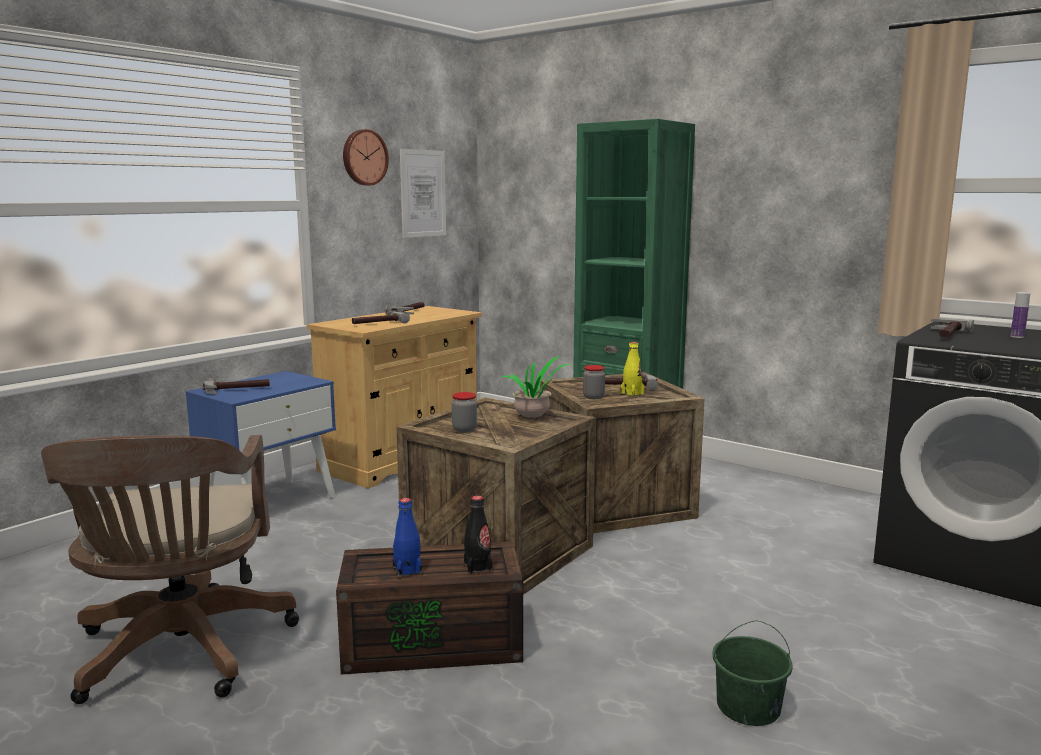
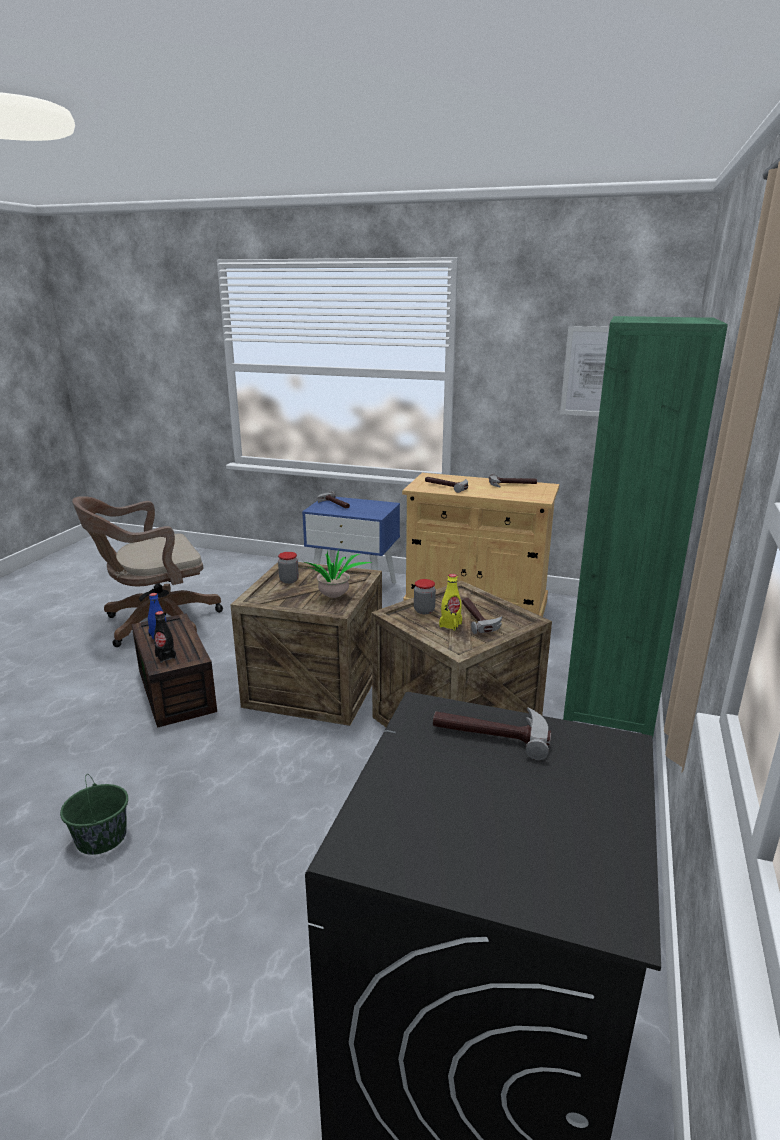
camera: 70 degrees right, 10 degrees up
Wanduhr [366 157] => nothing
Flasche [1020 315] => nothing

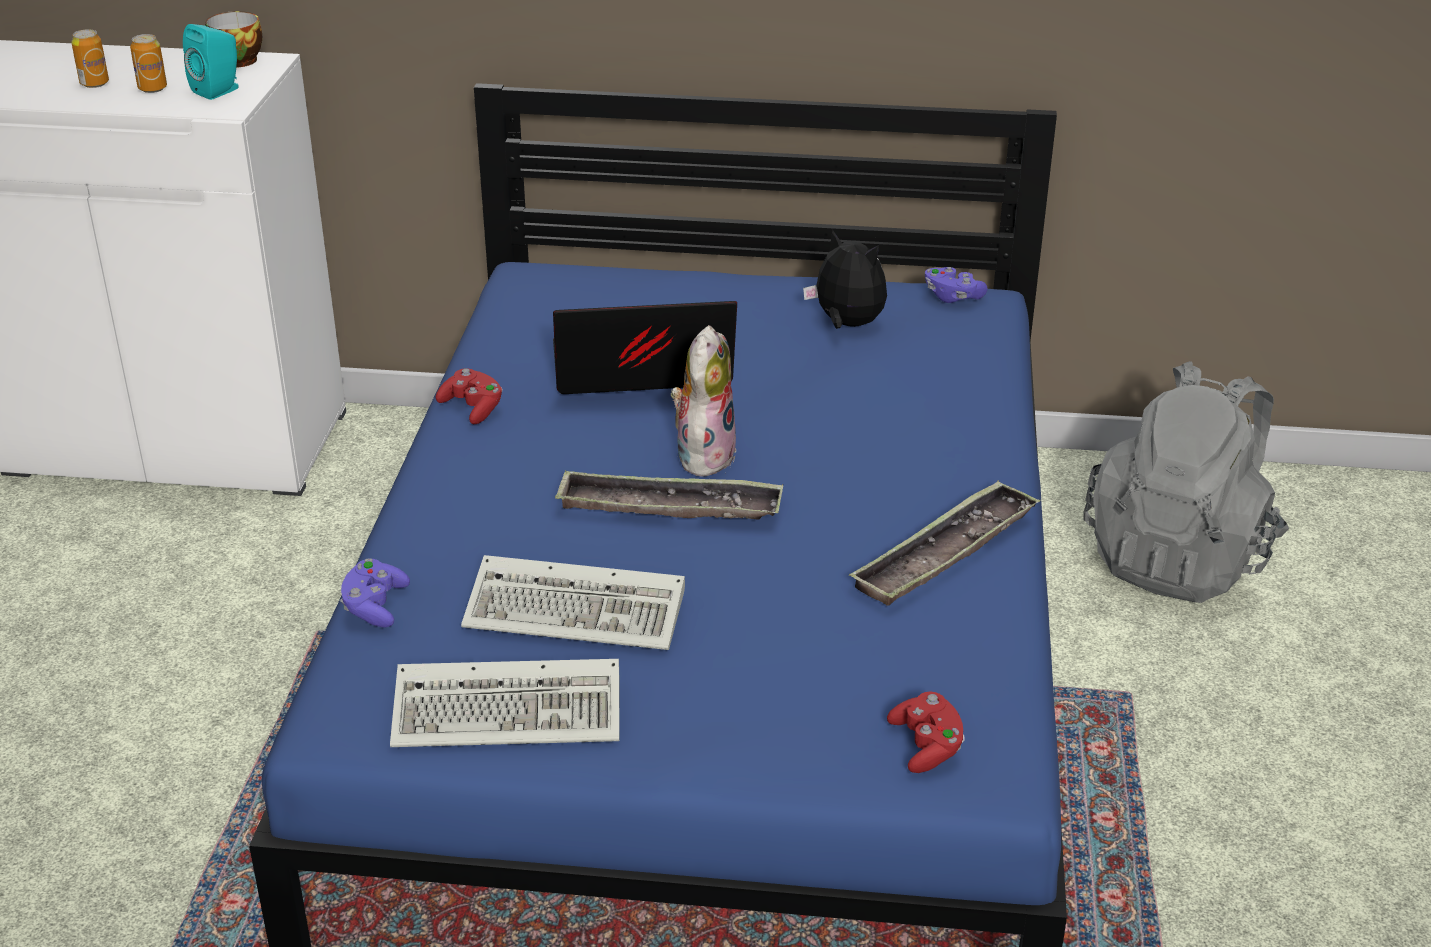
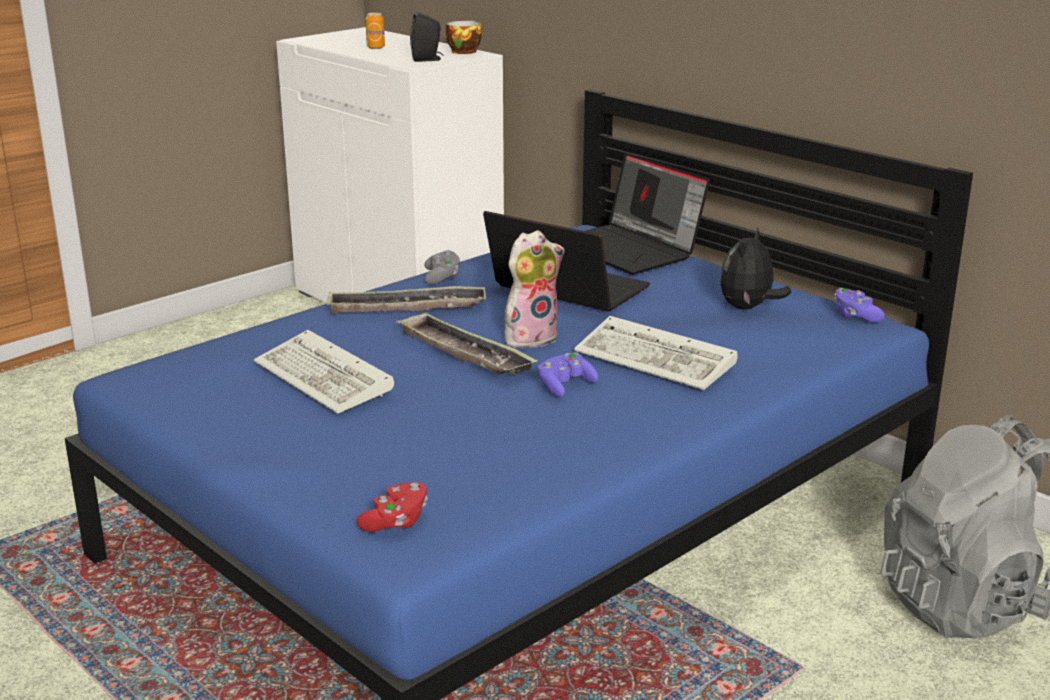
camera: 40 degrees right, 10 degrees down
Lautsprecher (türkis) [211 62] => Lautsprecher (schwarz) [427 37]
Dose [148 63] => nothing
Plüschtier [845 279] => Plüschtier [755 268], 135 degrees counterclockwise
Gamepad (rot) [469 396] => Gamepad (grau) [442 267]
Tablett [944 542] => Tablett [406 300], shifted
Gamepad (lila) [375 592] => Gamepad (lila) [568 374], shifted
Tastatur [504 703] => Tastatur [656 353], shifted
nothing => Laptop [648 214]

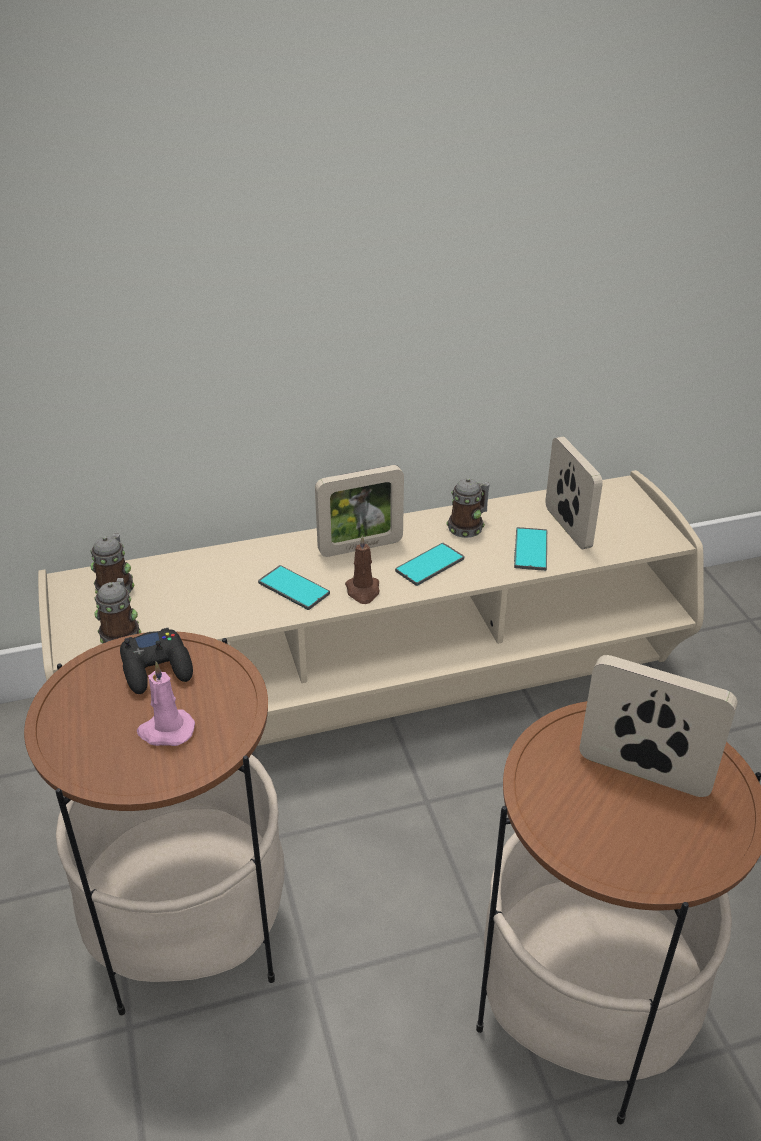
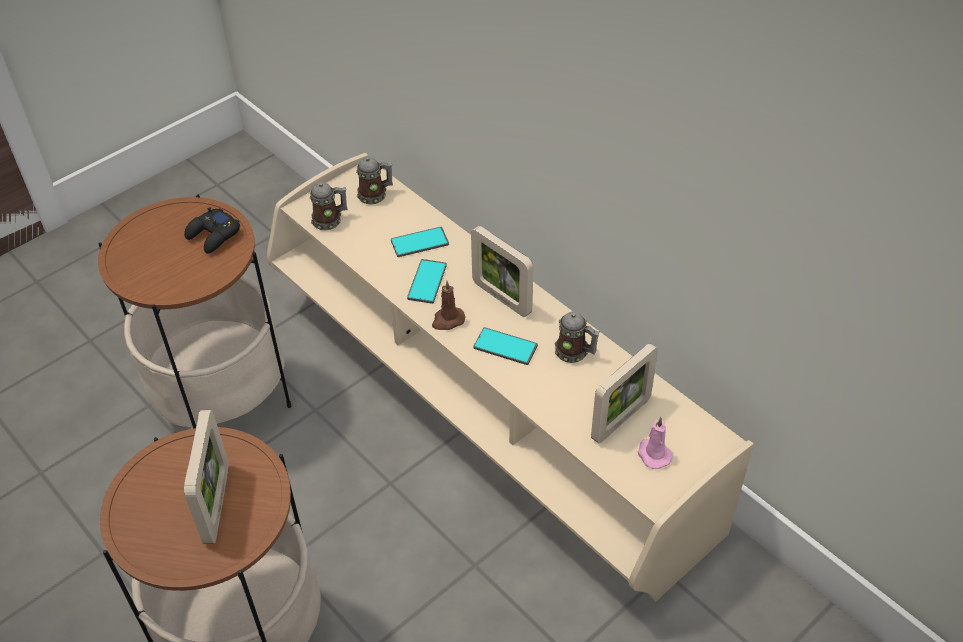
camera: 65 degrees right, 10 degrees up
Handy [530 549] => Handy [420 242], shifted
Kerze (rosa) [166 704] => Kerze (rosa) [655 443], shifted

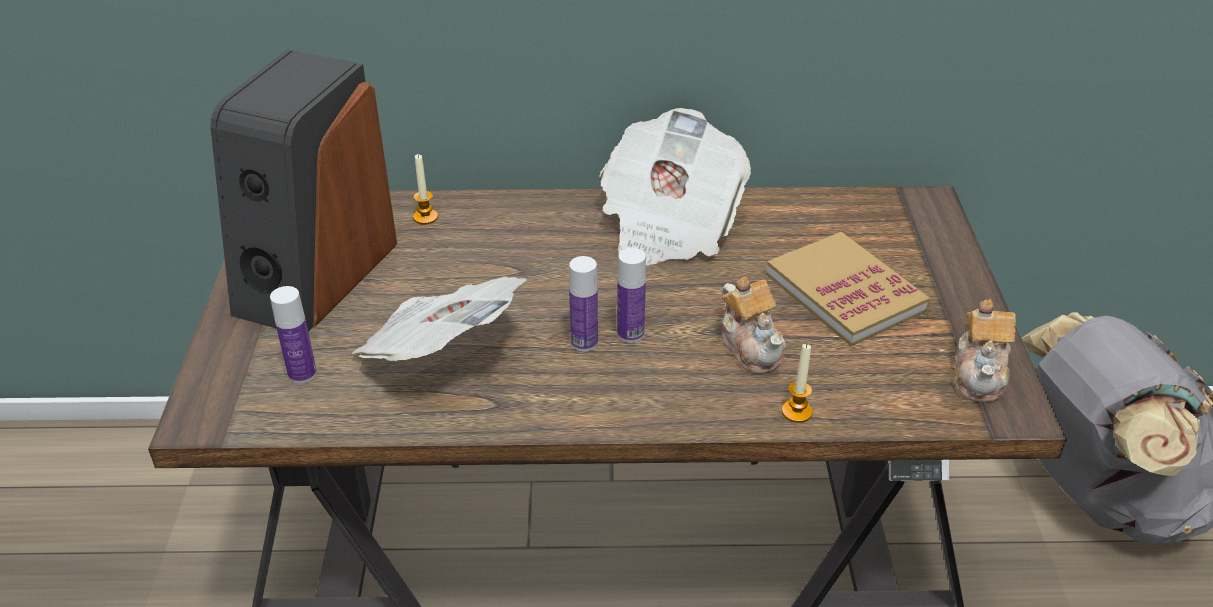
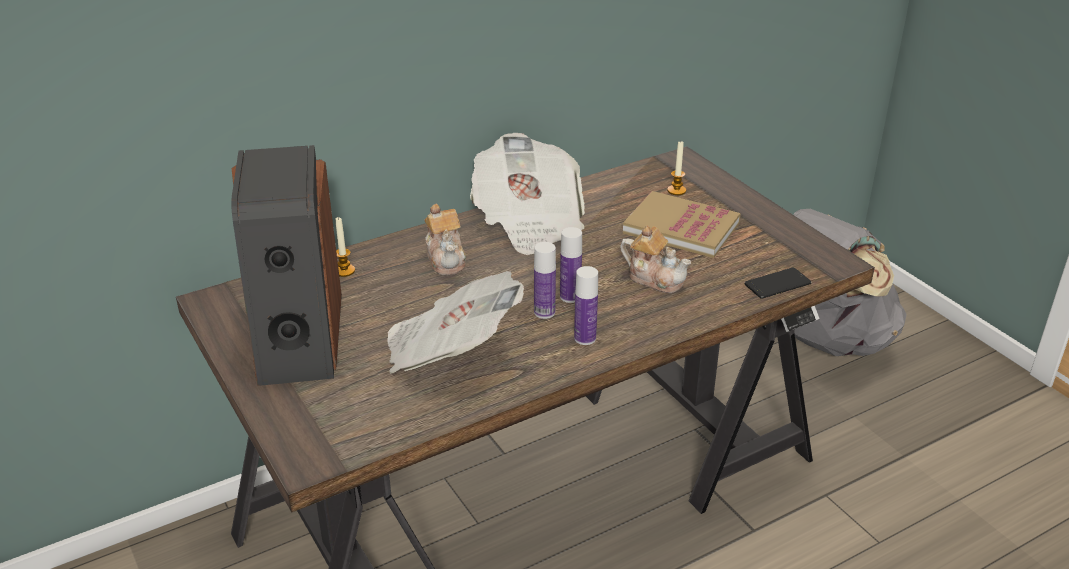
camera: 30 degrees left, 5 degrees down
Flasche [293 334] => Flasche [586 305], shifted
Teekanne [985 351] => Teekanne [445 239], shifted
Kerze [797 383] => Kerze [676 168], shifted
nothing => Handy [778 283]

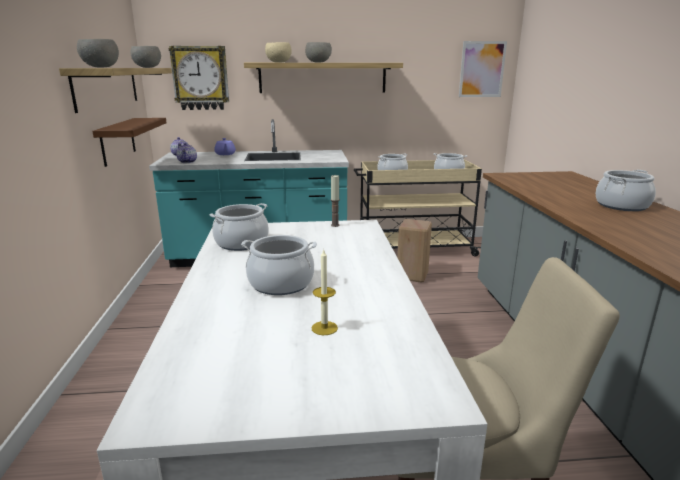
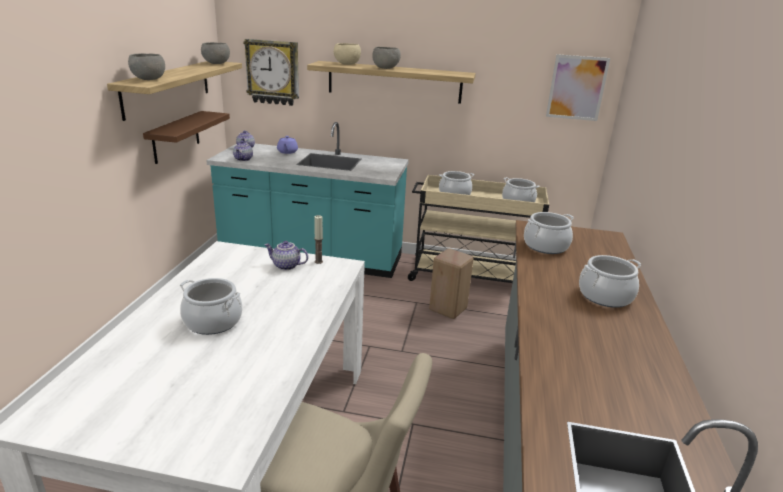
camera: 15 degrees right, 5 degrees up
Kochtopf [239 227] => Kochtopf [549 233], shifted
Kerze [325 291] => nothing
nothing => Teekanne [286 255]

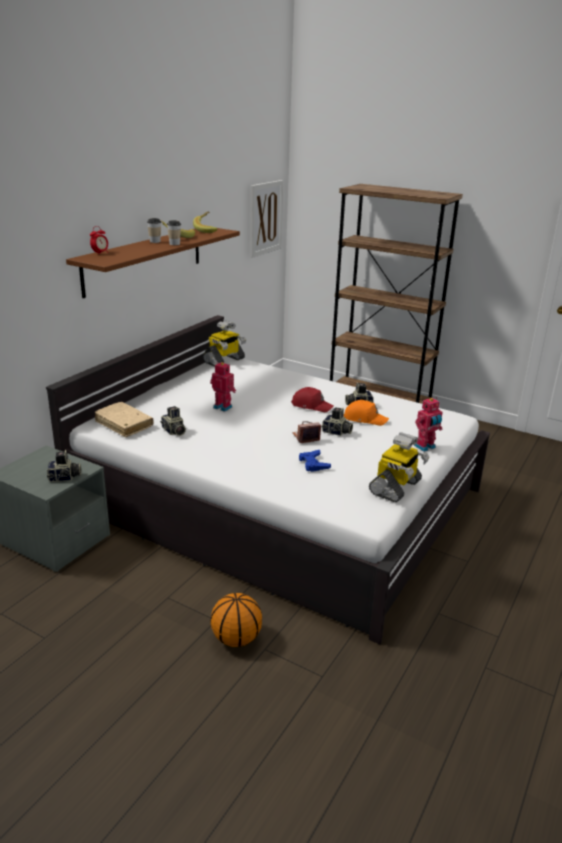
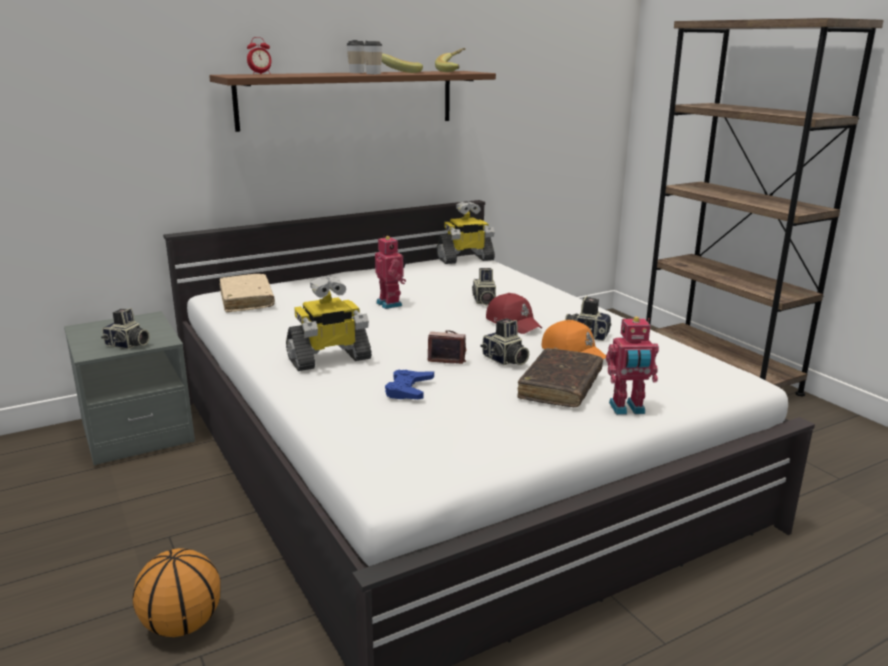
camera: 30 degrees right, 5 degrees down
Bild [266 219] => nothing
Kamera [173 421] => Kamera [484 287], shifted
Spielzeugroboter [399 467] => Spielzeugroboter [329 323], shifted
nothing => Buch (braun) [560 377]

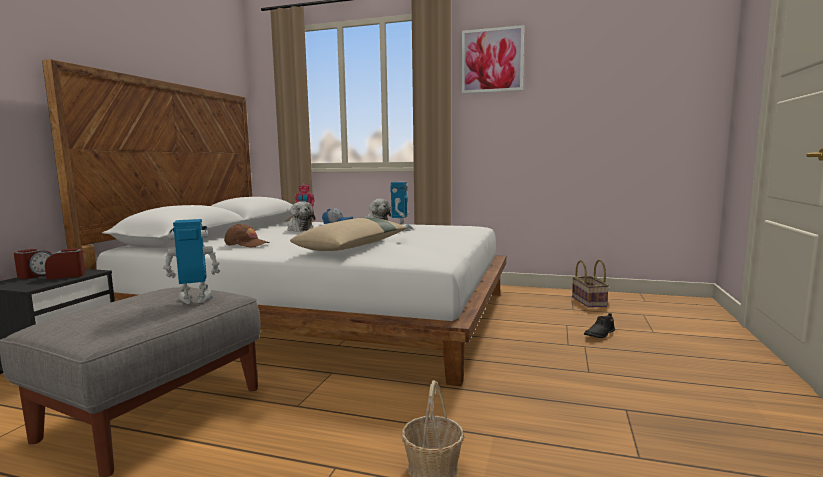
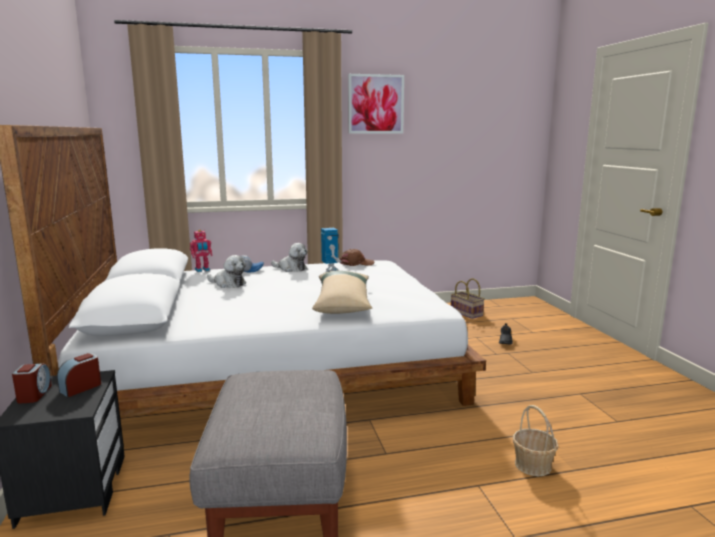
camera: 30 degrees left, 5 degrees up
Spielzeugroboter [191 261] => nothing
Kappe (braun) [247 235] => Kappe (braun) [357 257], shifted

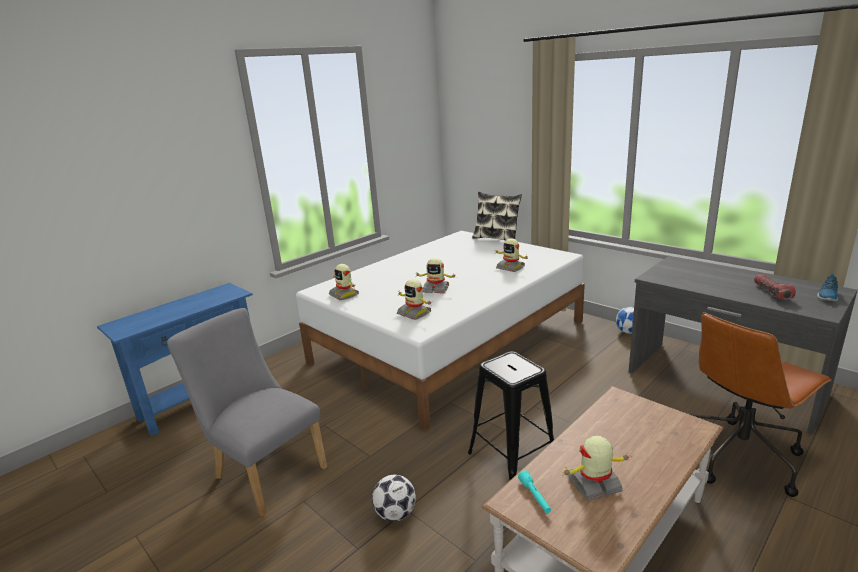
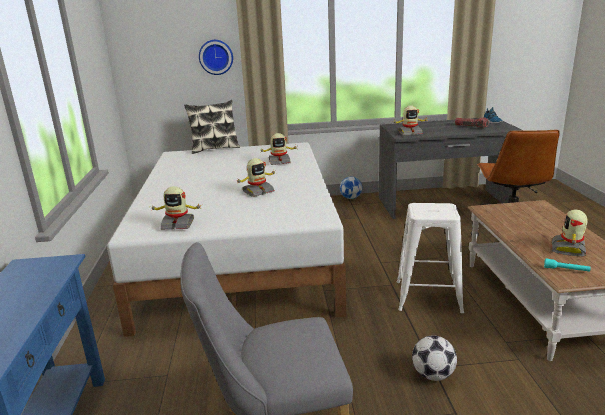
camera: 50 degrees left, 0 degrees up
Spielzeugroboter [415 299] => Spielzeugroboter [410 121], shifted
Hocker (schwarz) [511 416] => Hocker (weiß) [430 258]
nothing => Wanduhr [216 57]

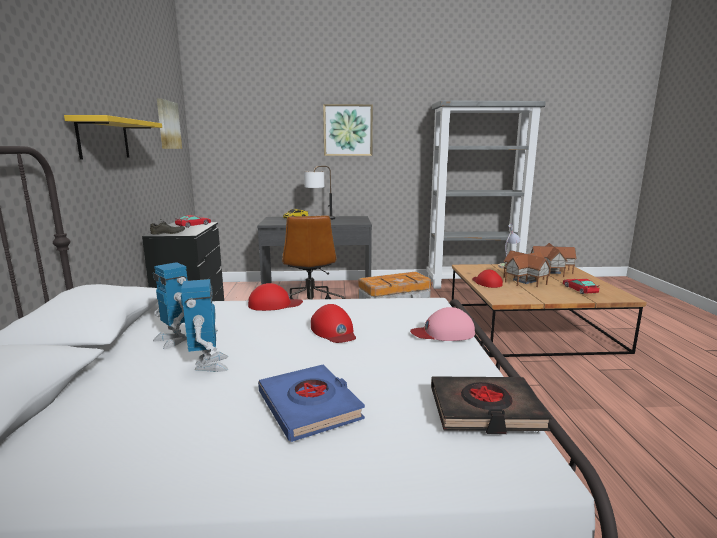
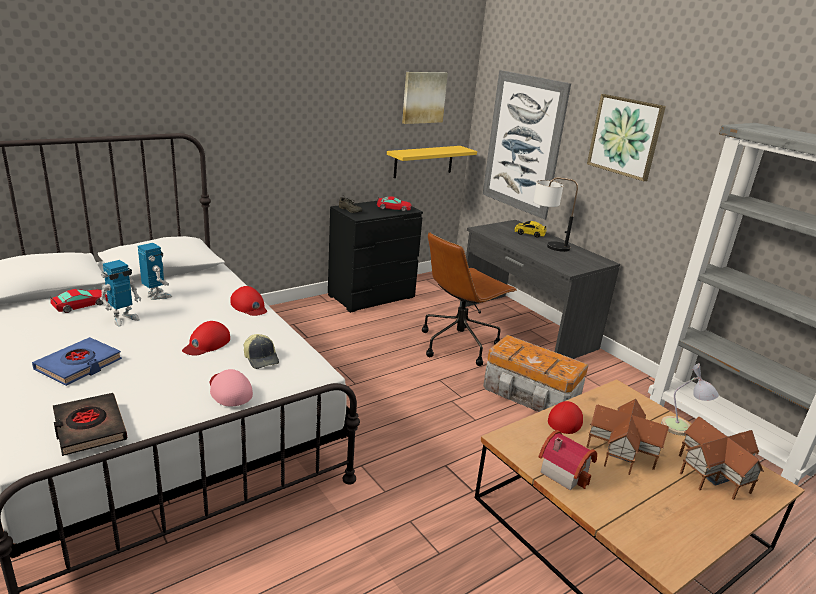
camera: 55 degrees right, 10 degrees up
Wandregal (gelb) [113 137] => Wandregal (gelb) [432 162], shifted
Spielzeugroboter [170 305] => Spielzeugroboter [155 271], 120 degrees clockwise
Spielzeugauto [581 286] => Spielzeugauto [79 301], shifted
nothing => Bild [527 145]
nothing => Kappe [261 351]
nothing => Spielzeughaus [568 460]

